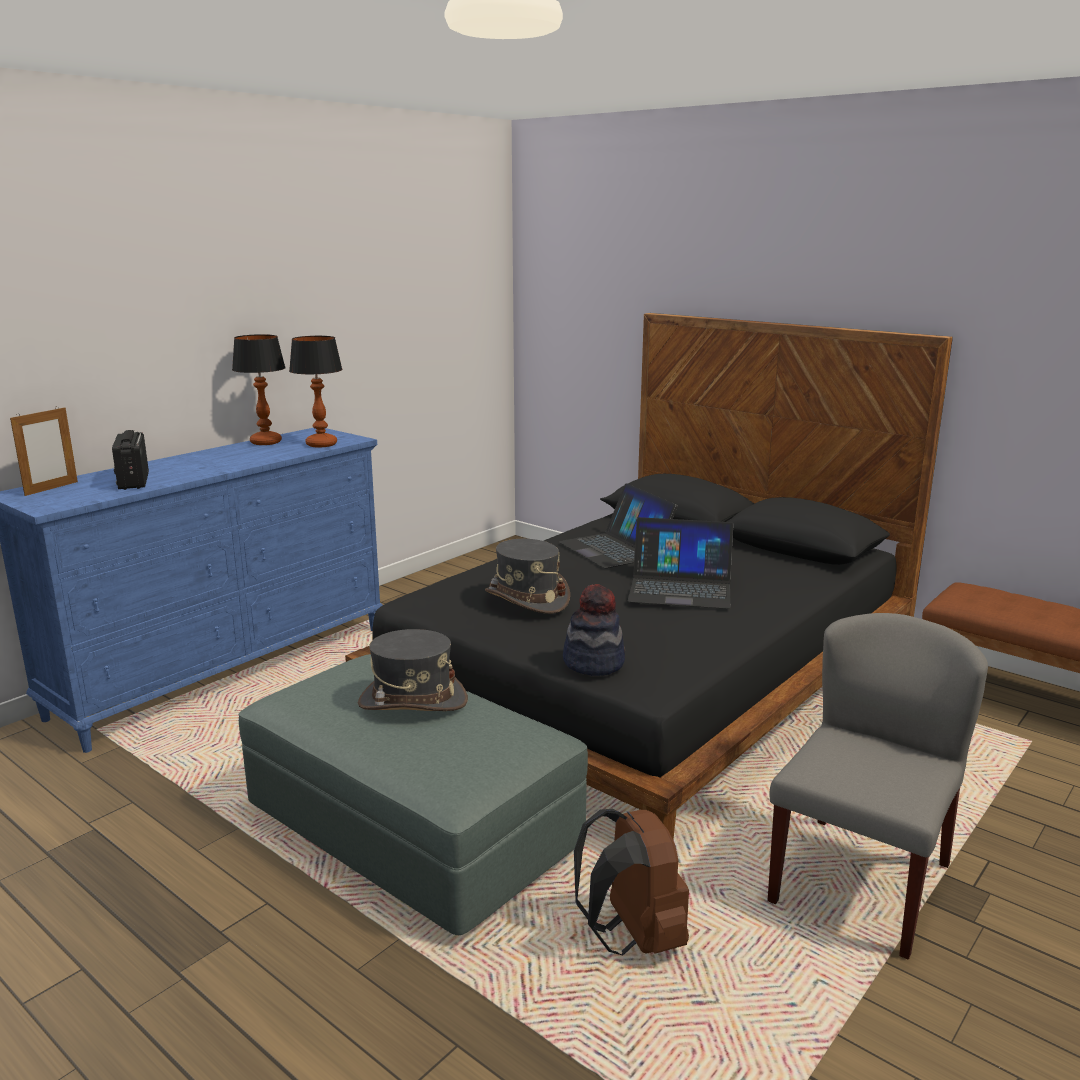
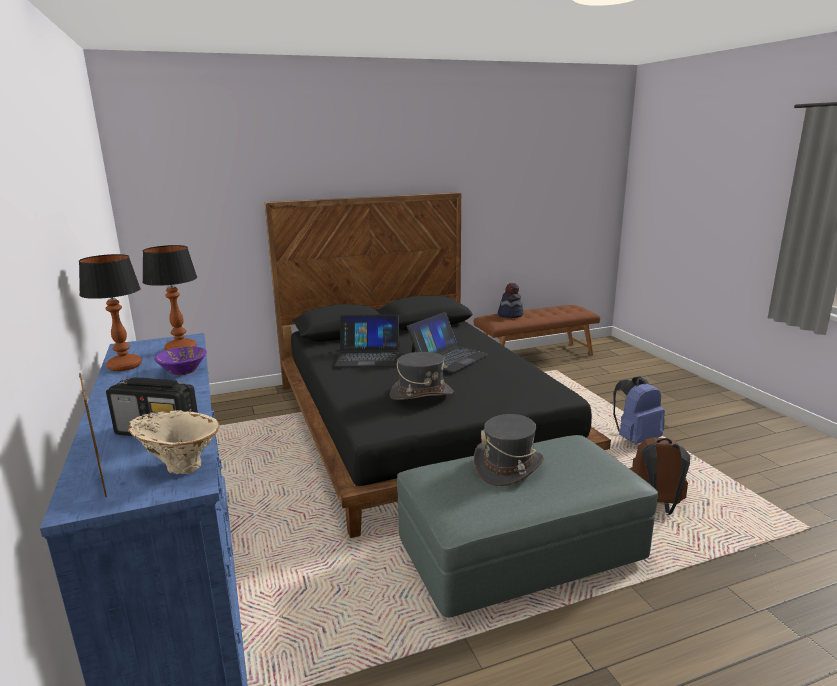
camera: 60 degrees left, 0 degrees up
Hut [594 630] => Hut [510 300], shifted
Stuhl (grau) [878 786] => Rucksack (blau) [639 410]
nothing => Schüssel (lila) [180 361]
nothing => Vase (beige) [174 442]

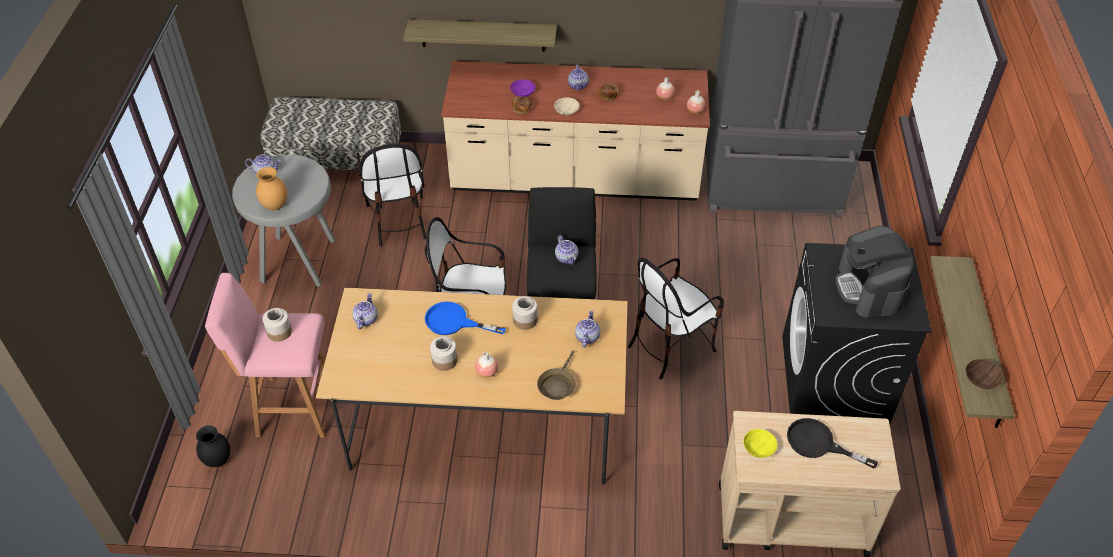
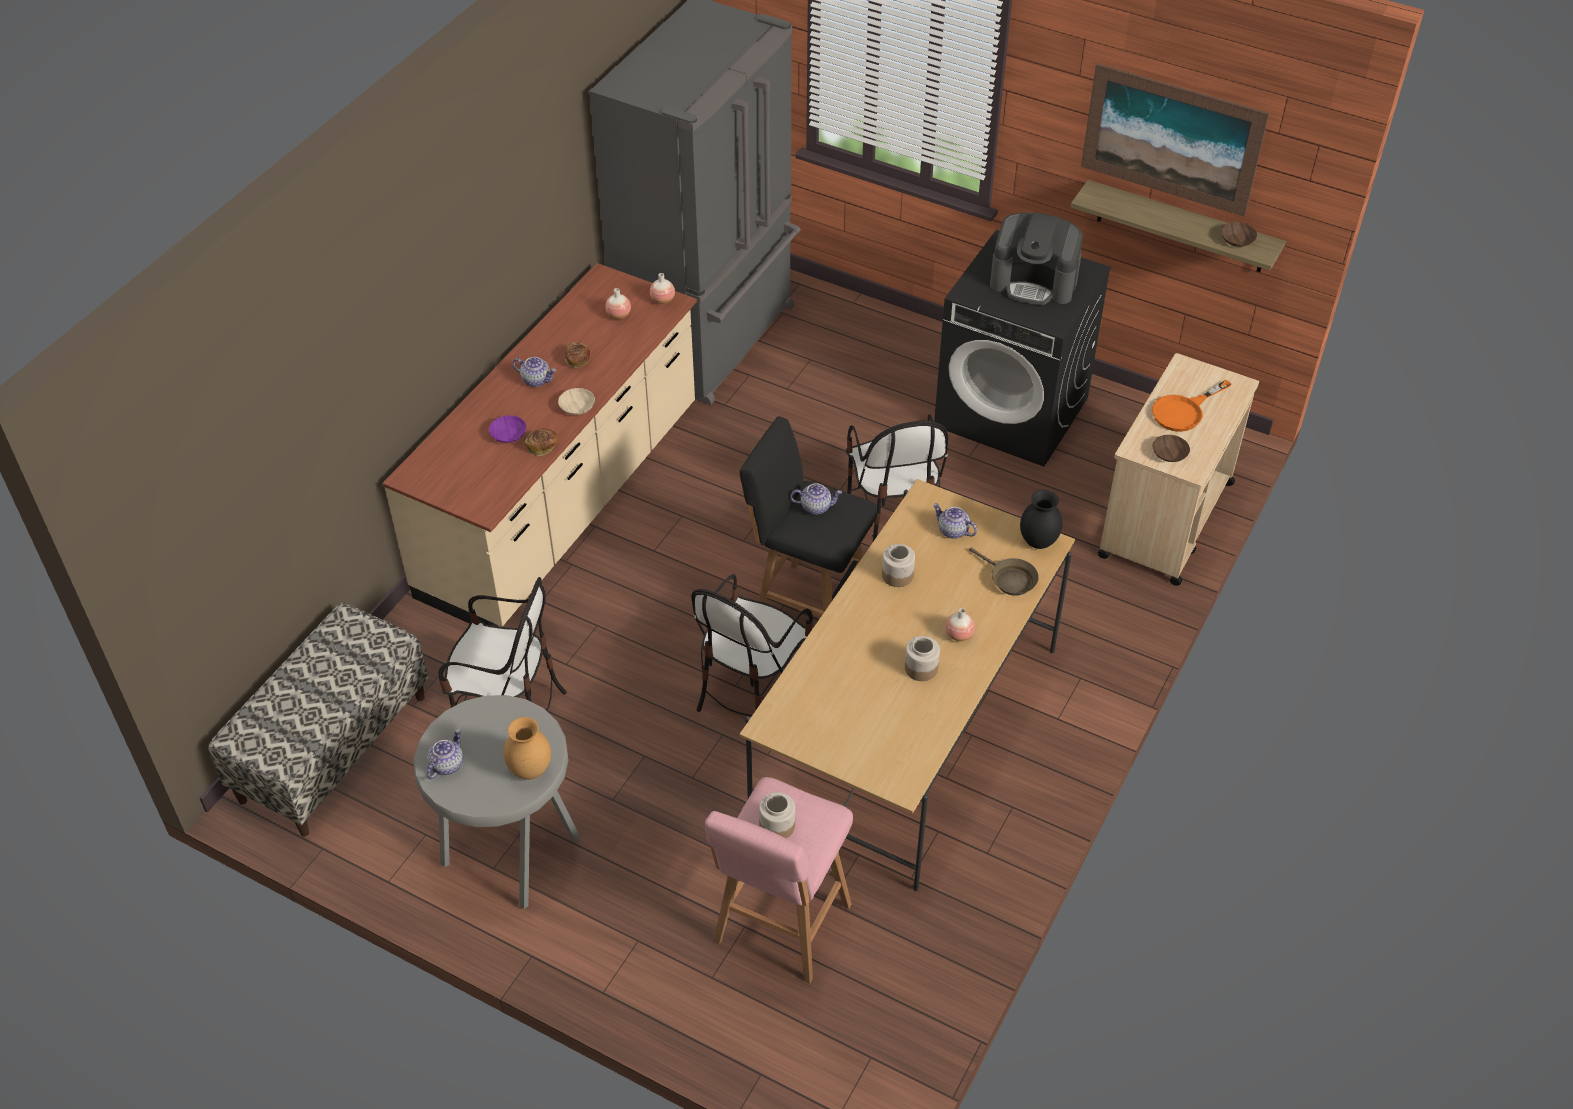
camera: 65 degrees left, 0 degrees up
Wandregal [480 35] => nothing
Teekanne [365 311] => nothing
Pfanne (blau) [465 318] => nothing
Pfanne (schwarz) [832 443] => Pfanne (orange) [1191 406]
Vase (schwarz) [213 446] => Vase (schwarz) [1041 519], shifted
Schüssel (gelb) [760 443] => Schüssel (braun) [1171 448]
nothing => Bild [1175 140]

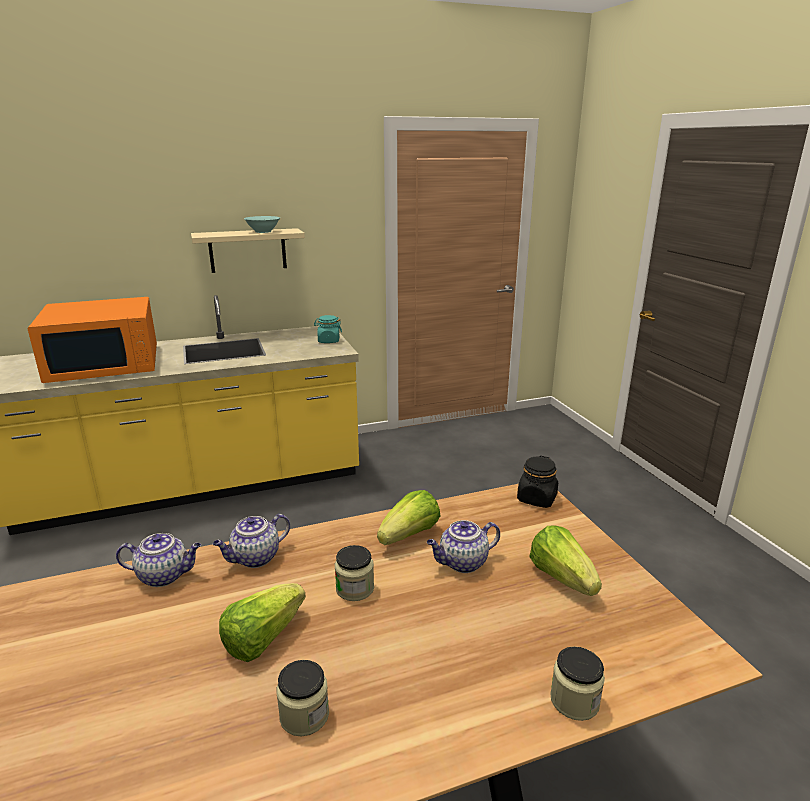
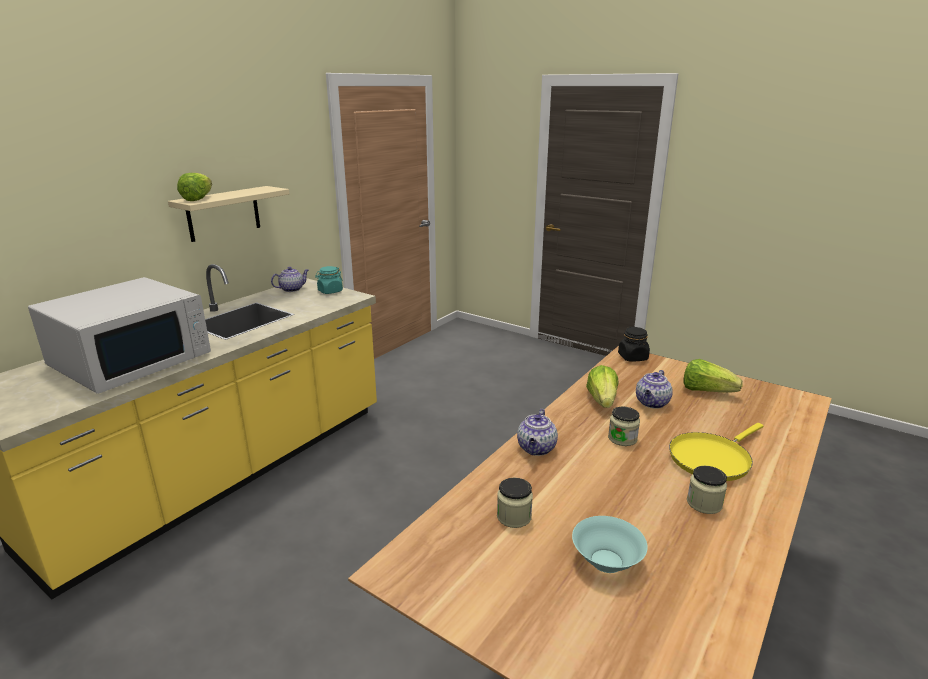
camera: 35 degrees left, 0 degrees up
Schüssel (türkis) [262 224] => Schüssel (türkis) [610 544], shifted
Mikrowelle (orange) [92 340] => Mikrowelle (weiß) [119 335]
Teekanne [158 560] => Teekanne [290 279], shifted
Salatkopf [262 622] => Salatkopf [194 187], shifted
Vorratsglas [577 683] => Vorratsglas [515 503], shifted
nothing => Pfanne (gelb) [716 452]

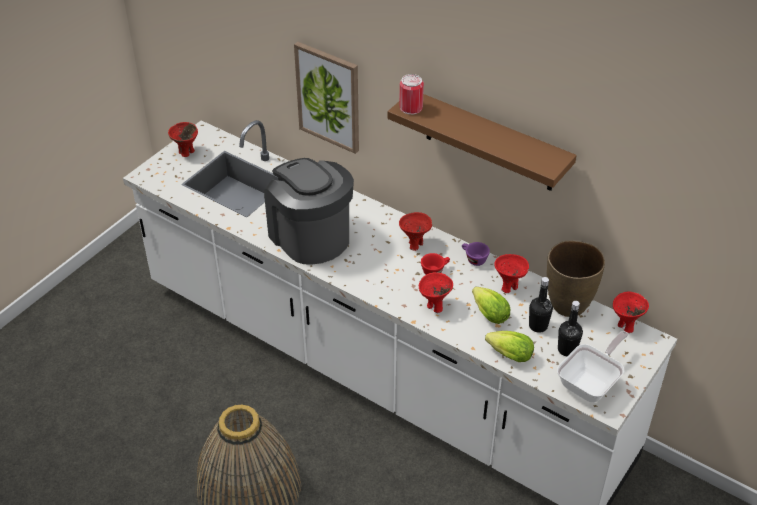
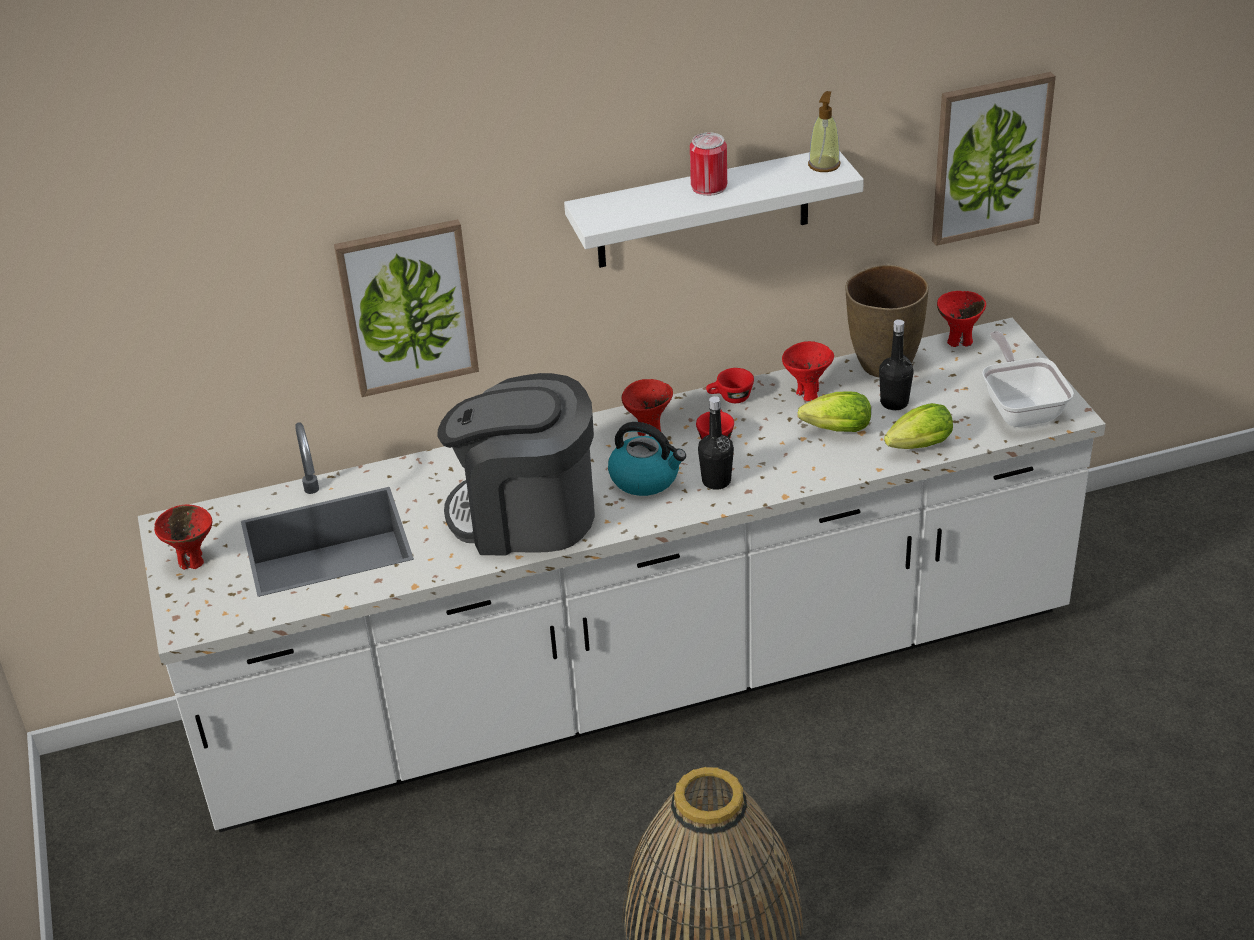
camera: 50 degrees left, 5 degrees down
Dose [411 94] => Dose [708 164], shifted
Wandregal (braun) [482 142] => Wandregal (weiß) [714 209]
Tasse (lila) [476 254] => Tasse (rot) [730 385]
Schüssel (rot) [436 292] => nothing
Flasche (schwarz) [570 328] => Flasche (schwarz) [716 443], shifted
nothing => Bild [994 159]
nothing => Seifenspender [824 131]
nothing => Wasserkessel [647 459]

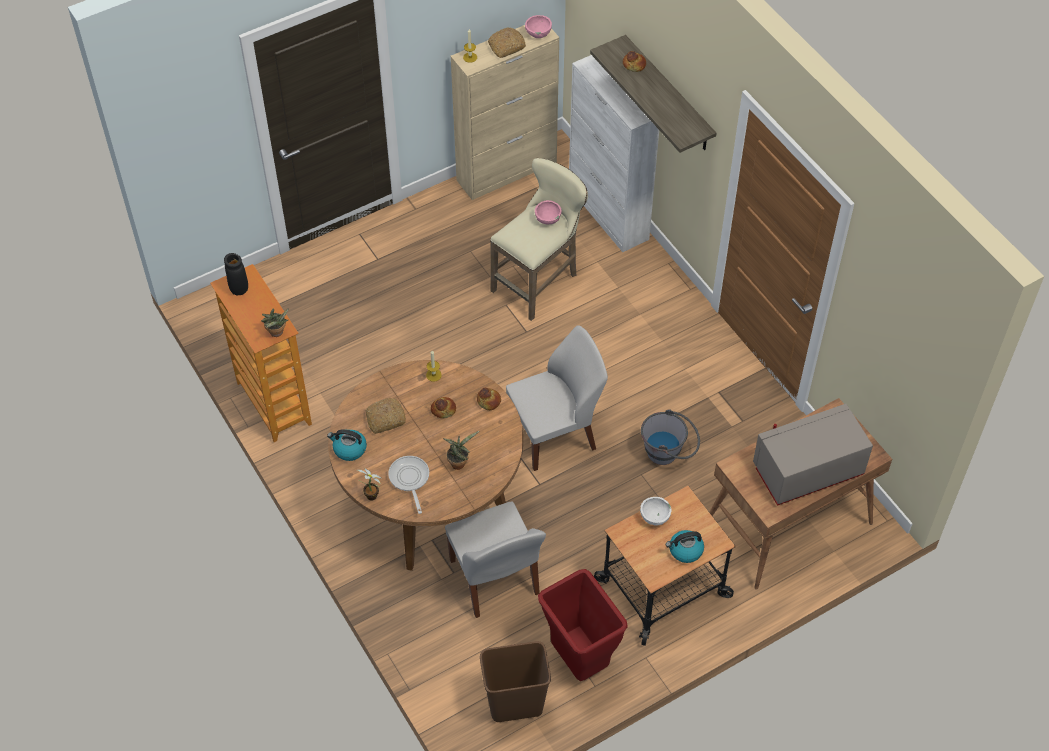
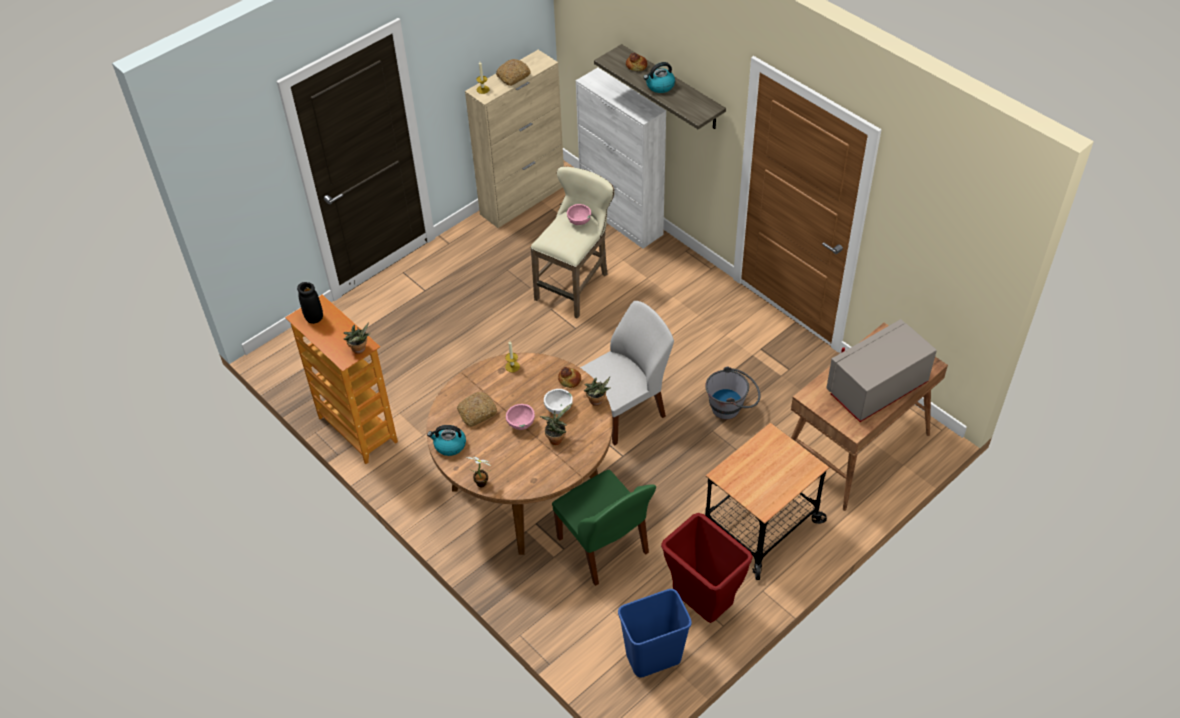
camera: 10 degrees left, 5 degrees down
Schüssel (rosa) [538 26] => Schüssel (rosa) [520 417], shifted
Brot [443 407] => nothing
Pfanne [408 485] => nothing
Schüssel (weiß) [656 511] => Schüssel (weiß) [558 401], shifted
Stuhl (weiß) [495 559] => Stuhl (grün) [604 528]
Wasserkessel [685 546] => Wasserkessel [659 77], shifted
Mülleimer (braun) [515 681] => Mülleimer (blau) [655 633]
nothing => Topfpflanze [597 391]

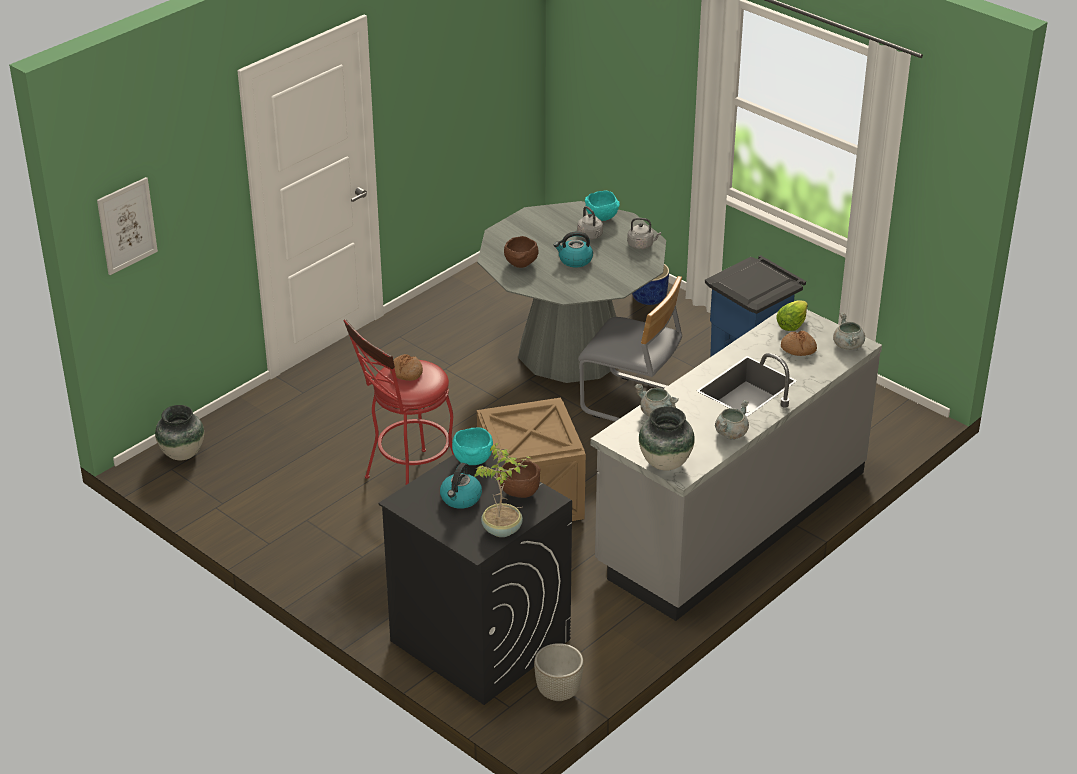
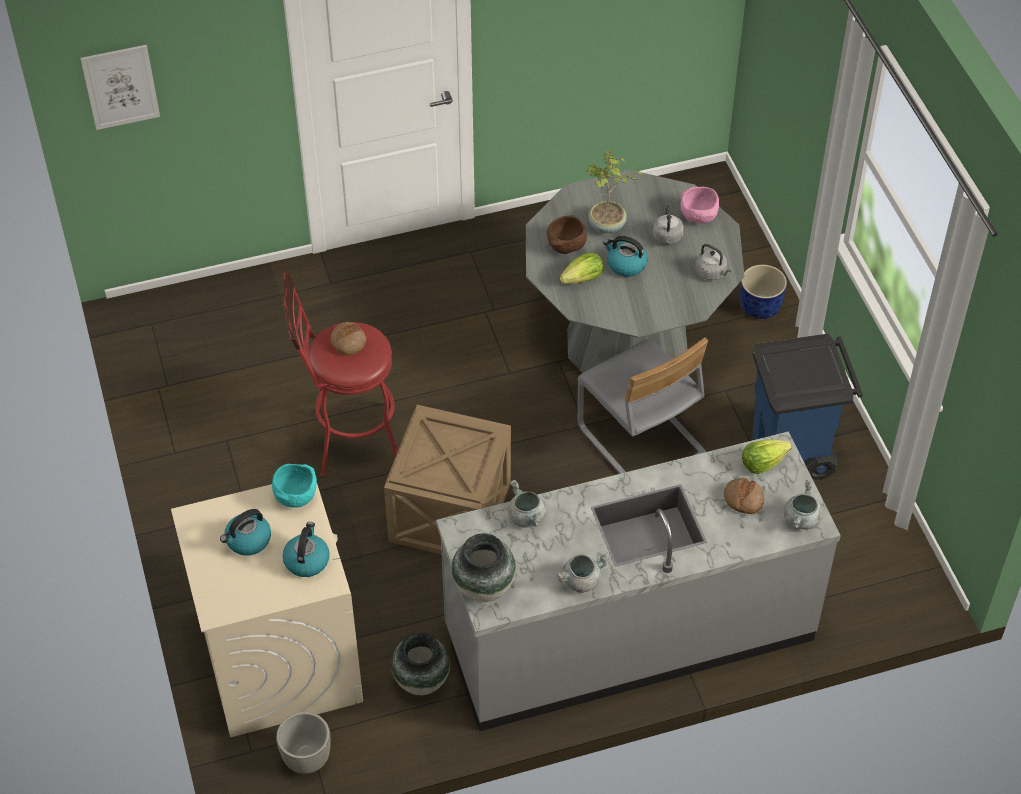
camera: 30 degrees right, 15 degrees up
Schüssel (türkis) [602 206] => Schüssel (rosa) [699 205]
Vase [179 432] => Vase [420 664], shifted
Topfpflanze [502 490] => Topfpflanze [615 191], shifted
Waschmaschine (schwarz) [475 579] => Waschmaschine (beige) [267 611]
Schüssel (braun) [519 479] => Wasserkessel [306 549]
nothing => Salatkopf [582 268]

